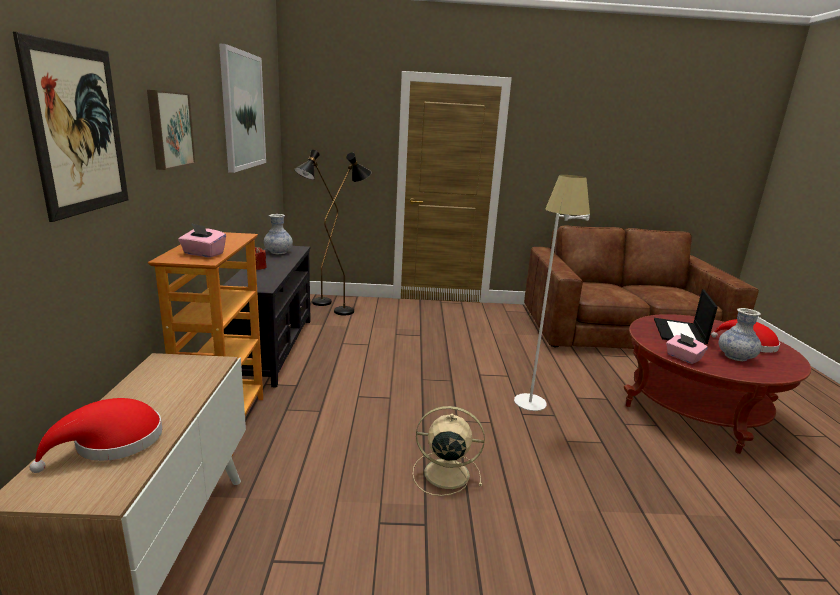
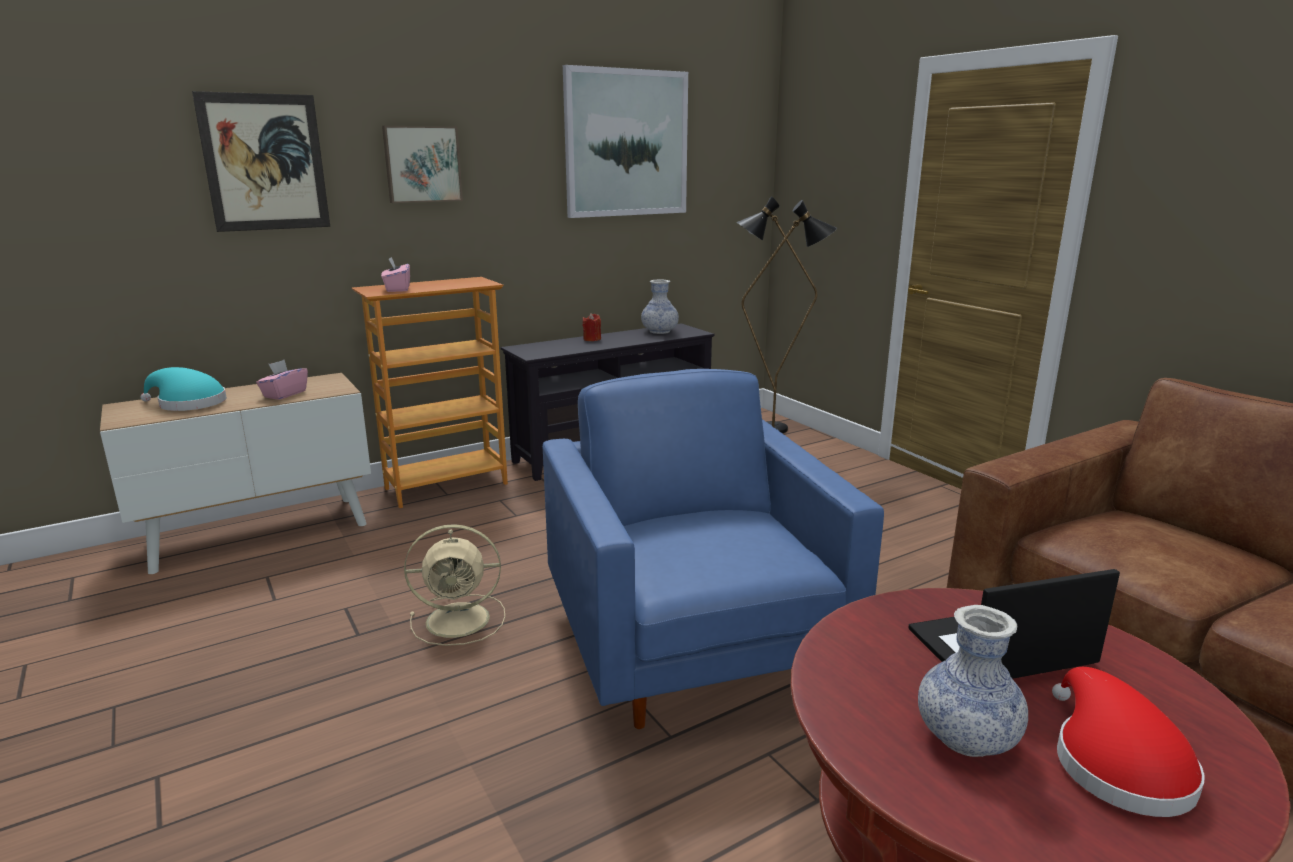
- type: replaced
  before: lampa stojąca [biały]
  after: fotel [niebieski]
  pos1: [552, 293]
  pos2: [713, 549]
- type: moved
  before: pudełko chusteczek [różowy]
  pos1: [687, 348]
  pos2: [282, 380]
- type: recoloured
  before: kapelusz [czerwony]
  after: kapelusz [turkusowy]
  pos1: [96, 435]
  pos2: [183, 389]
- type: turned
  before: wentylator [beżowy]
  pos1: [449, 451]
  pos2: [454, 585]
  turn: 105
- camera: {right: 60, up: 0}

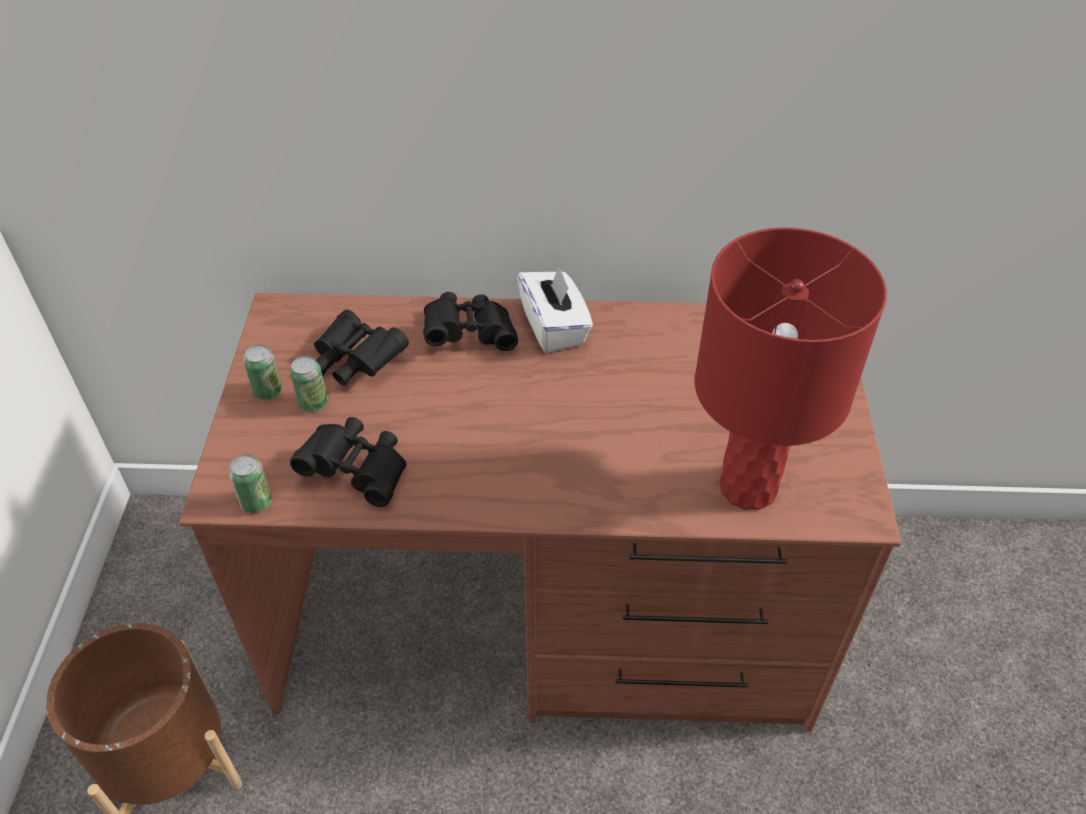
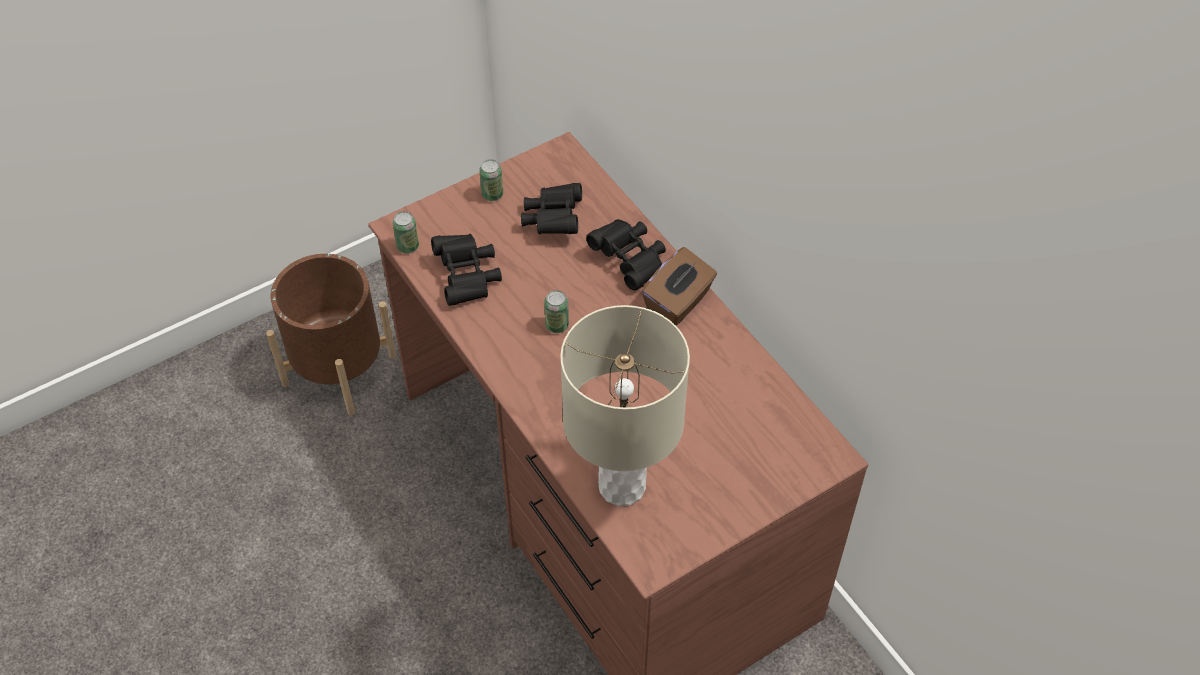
- type: recoloured
  before: lampa stołowa [czerwony]
  after: lampa stołowa [beżowy]
  pos1: [790, 368]
  pos2: [625, 405]
- type: recoloured
  before: pudełko chusteczek [biały]
  after: pudełko chusteczek [brązowy]
  pos1: [555, 309]
  pos2: [679, 286]
- type: moved
  before: puszka
  pos1: [309, 384]
  pos2: [556, 311]
- camera: {right: 55, up: 5}

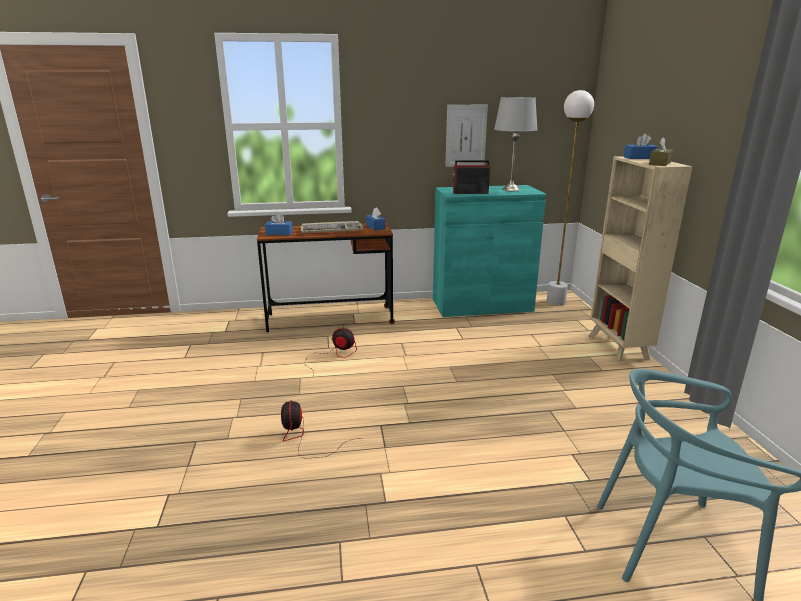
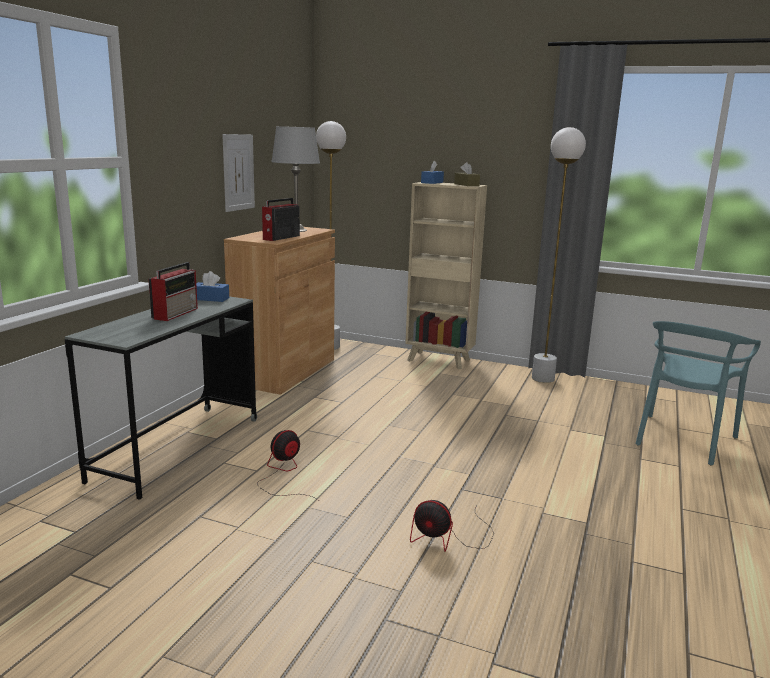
- type: recoloured
  before: szafka [turkusowy]
  after: szafka [brązowy]
  pos1: [489, 251]
  pos2: [279, 311]
- type: removed
  before: pudełko chusteczek [niebieski]
  pos1: [279, 224]
- type: replaced
  before: klawiatura
  after: radio
  pos1: [332, 227]
  pos2: [173, 291]
- type: recoloured
  before: biurko [brązowy]
  after: biurko [szary]
  pos1: [326, 277]
  pos2: [161, 398]
- type: added
  after: lampa stojąca [biały]
  pos2: [559, 255]
- camera: {right: -60, up: -5}

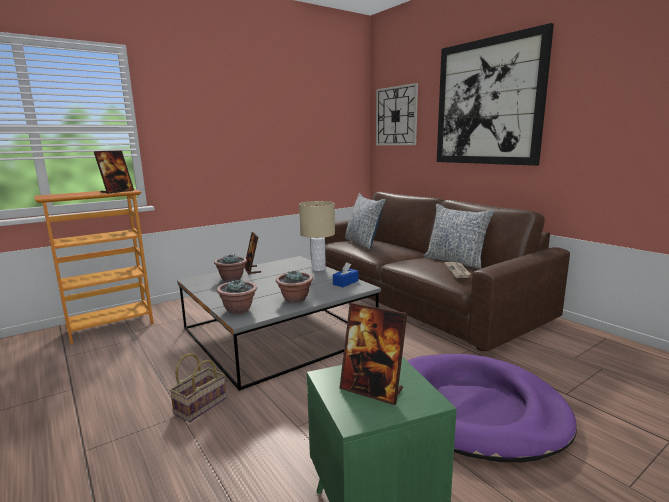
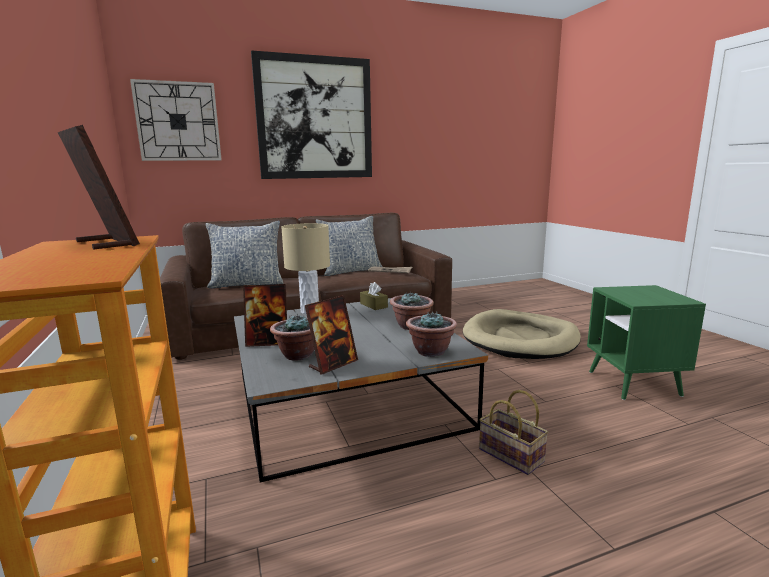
- type: recoloured
  before: pudełko chusteczek [niebieski]
  after: pudełko chusteczek [brązowy]
  pos1: [346, 274]
  pos2: [374, 296]
- type: moved
  before: ramka na zdjęcie
  pos1: [373, 354]
  pos2: [331, 335]
- type: recoloured
  before: legowisko [fioletowy]
  after: legowisko [beżowy]
  pos1: [492, 408]
  pos2: [522, 334]
- camera: {right: -75, up: 0}

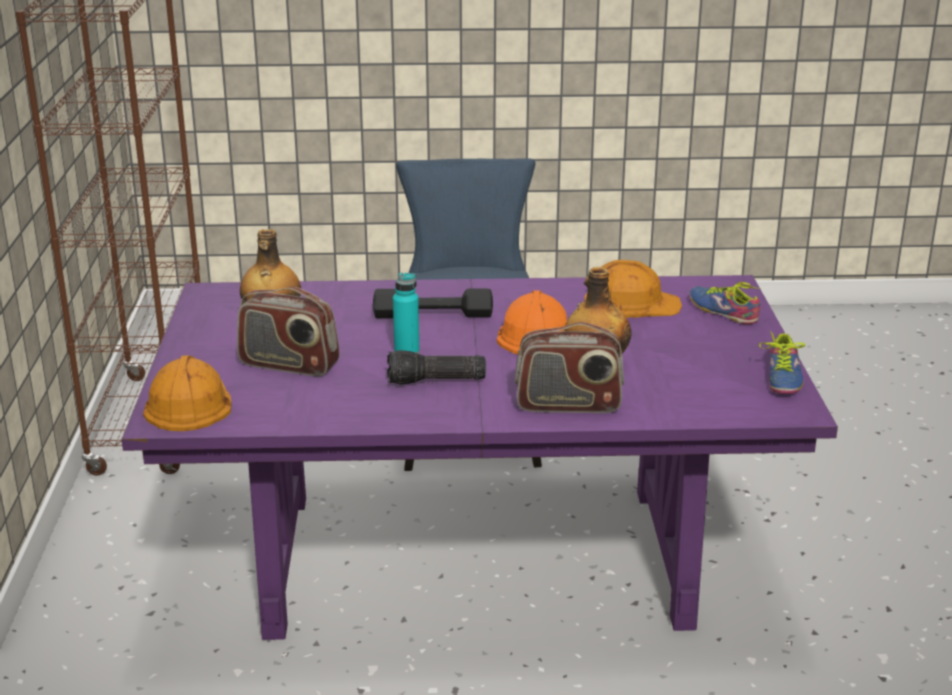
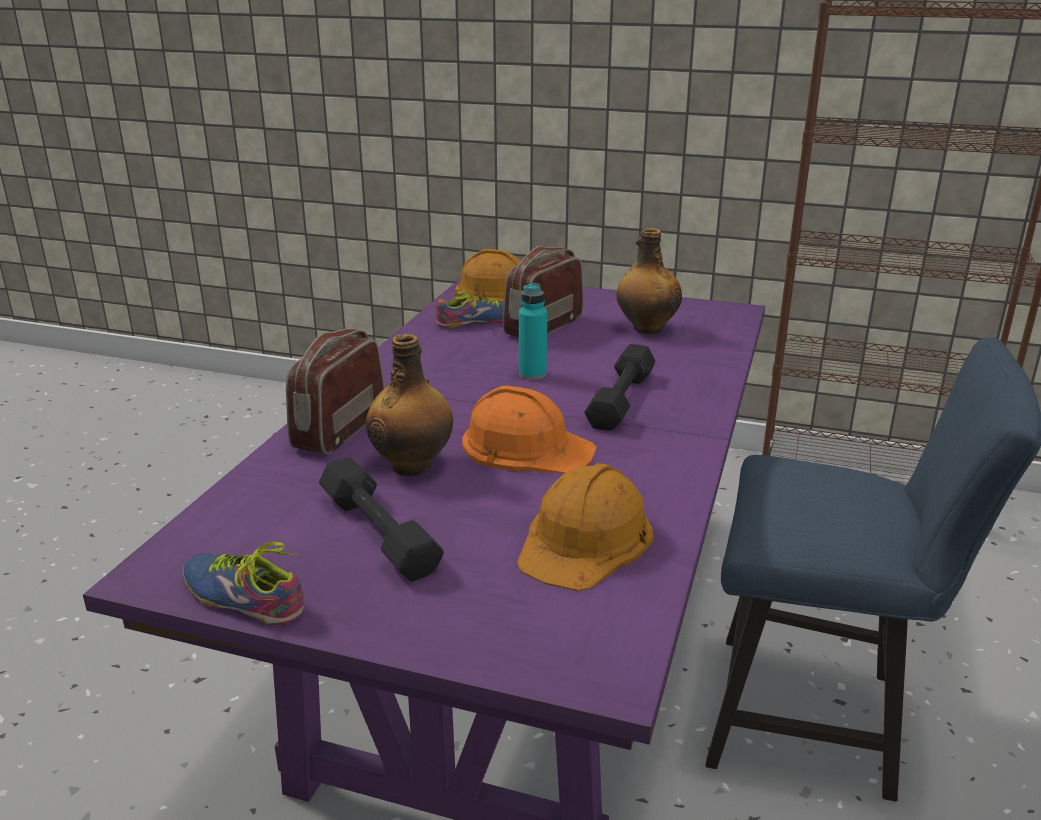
- type: moved
  before: but
  pos1: [724, 303]
  pos2: [470, 308]
- type: removed
  before: latarka
  pos1: [436, 367]
- type: added
  after: hantel [czarny]
  pos2: [381, 519]
- camera: {right: 110, up: 0}

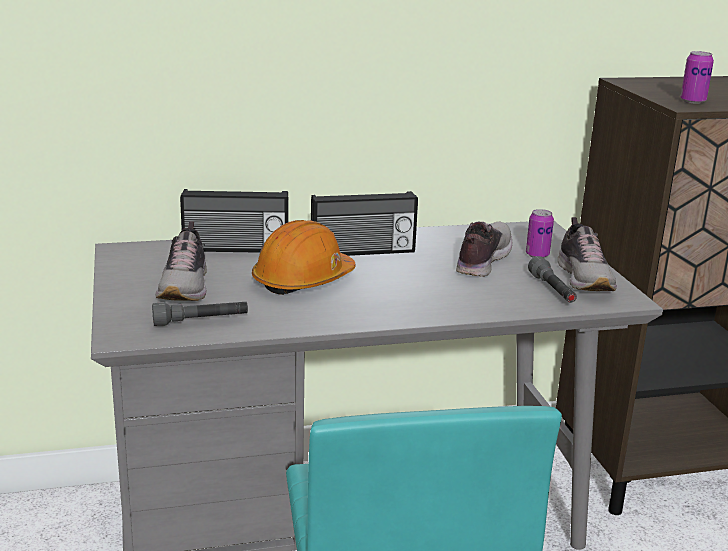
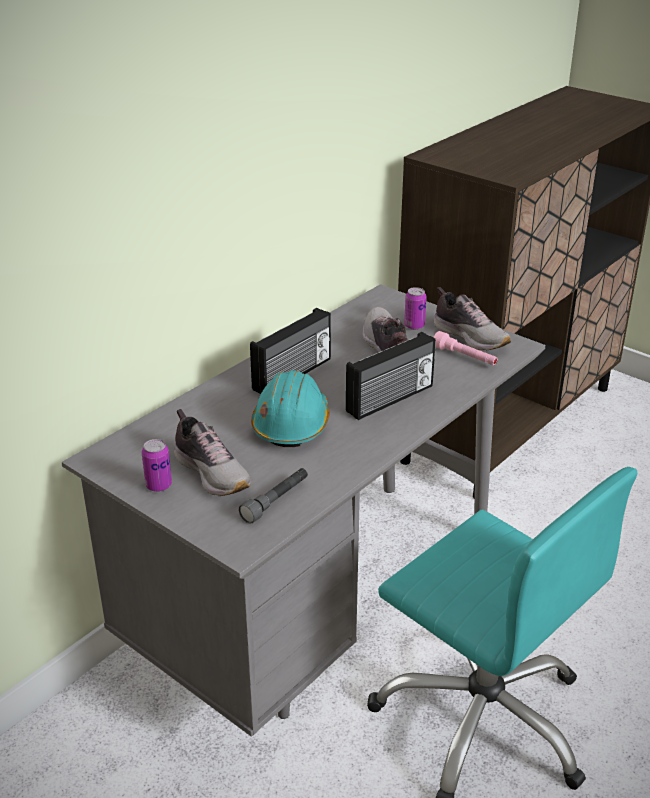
- type: moved
  before: puszka
  pos1: [697, 77]
  pos2: [157, 465]
- type: moved
  before: radio
  pos1: [234, 221]
  pos2: [391, 376]
- type: recoloured
  before: kask [pomarańczowy]
  after: kask [turkusowy]
  pos1: [304, 257]
  pos2: [290, 408]
- type: recoloured
  before: latarka [szary]
  after: latarka [różowy]
  pos1: [552, 279]
  pos2: [465, 348]
- camera: {right: -35, up: 10}

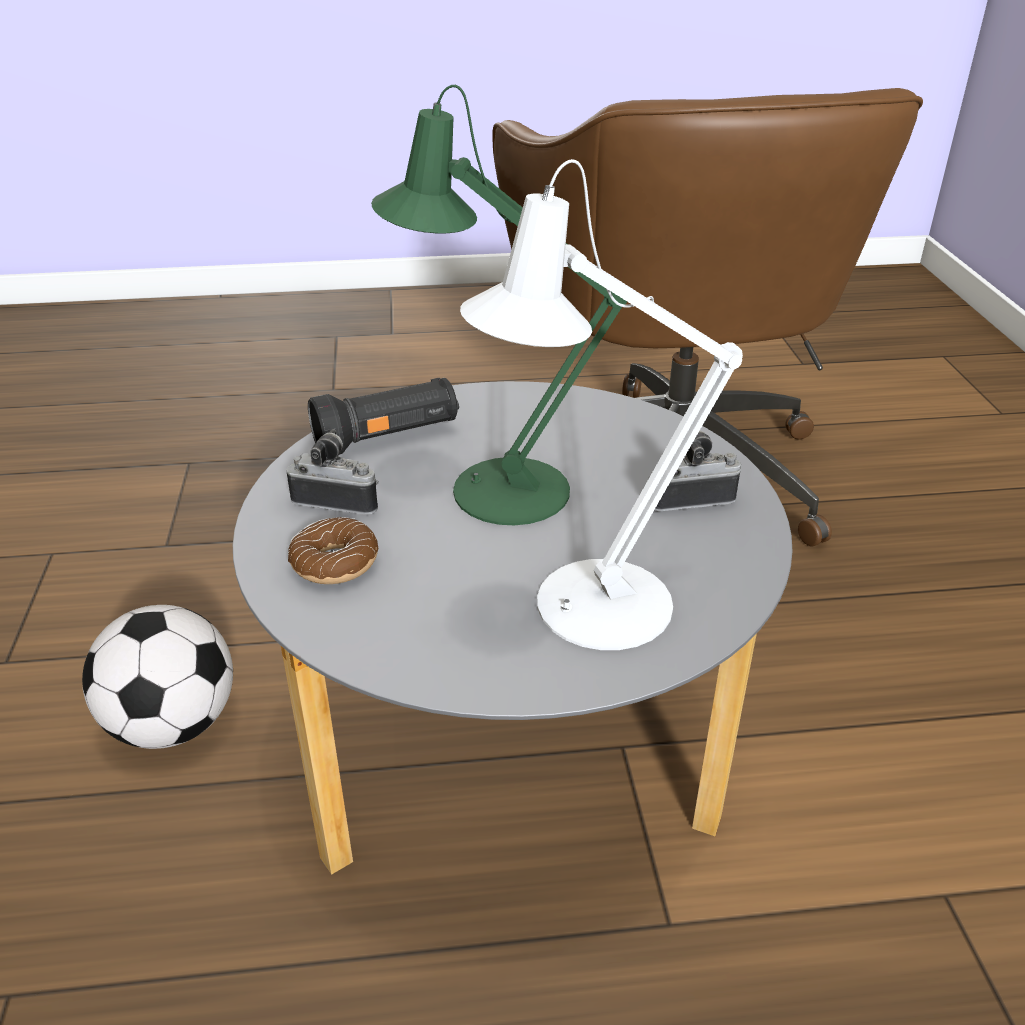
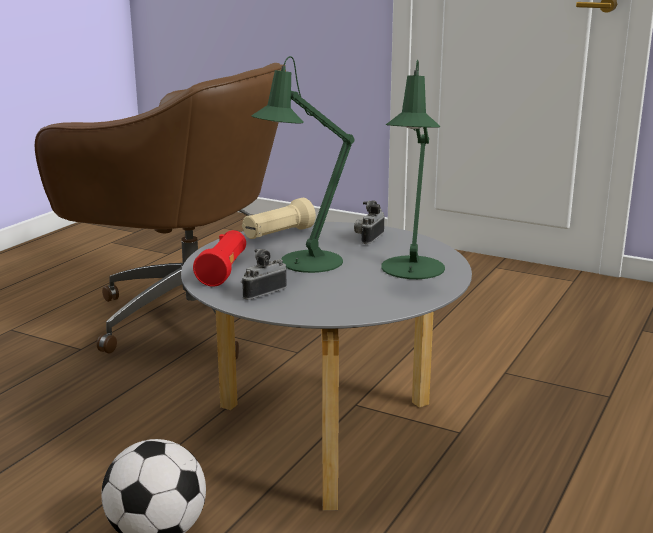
- type: recoloured
  before: lampa stołowa [biały]
  after: lampa stołowa [zielony]
  pos1: [601, 404]
  pos2: [413, 169]
- type: recoloured
  before: latarka [czarny]
  after: latarka [czerwony]
  pos1: [383, 416]
  pos2: [219, 258]
- type: removed
  before: donut
  pos1: [333, 550]
- type: added
  after: latarka [beżowy]
  pos2: [279, 218]
- camera: {right: -55, up: -15}

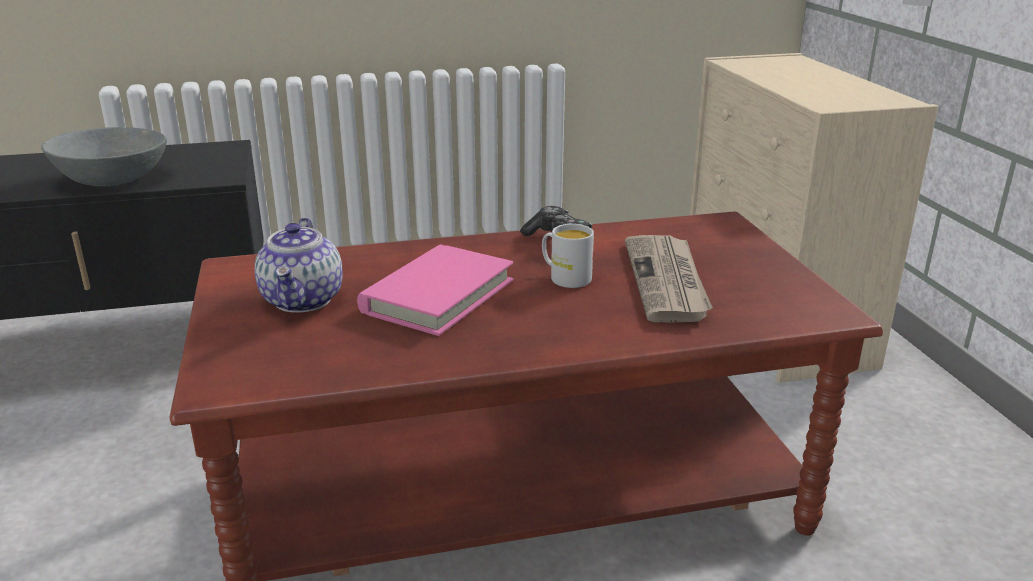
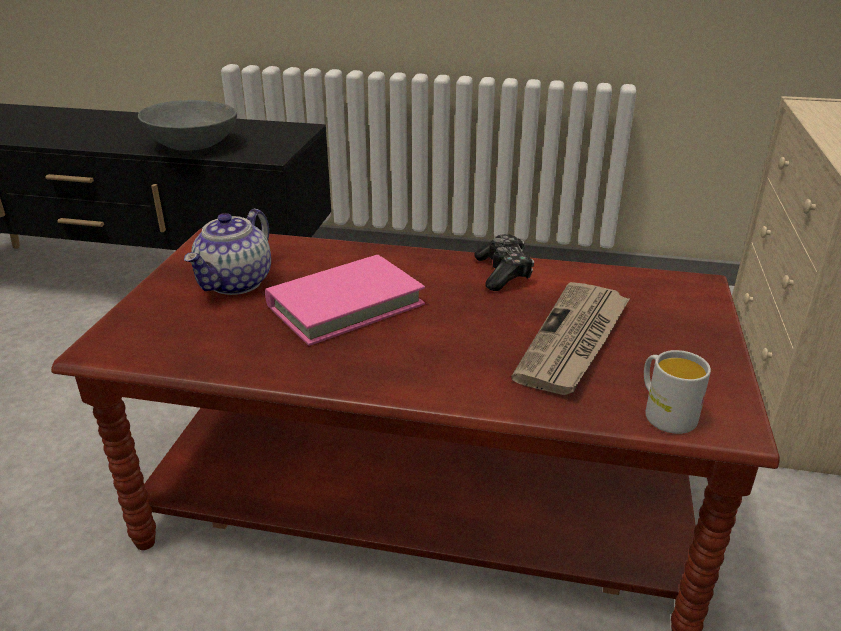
- type: moved
  before: kubek [biały]
  pos1: [568, 256]
  pos2: [677, 392]
- camera: {right: 25, up: 5}

